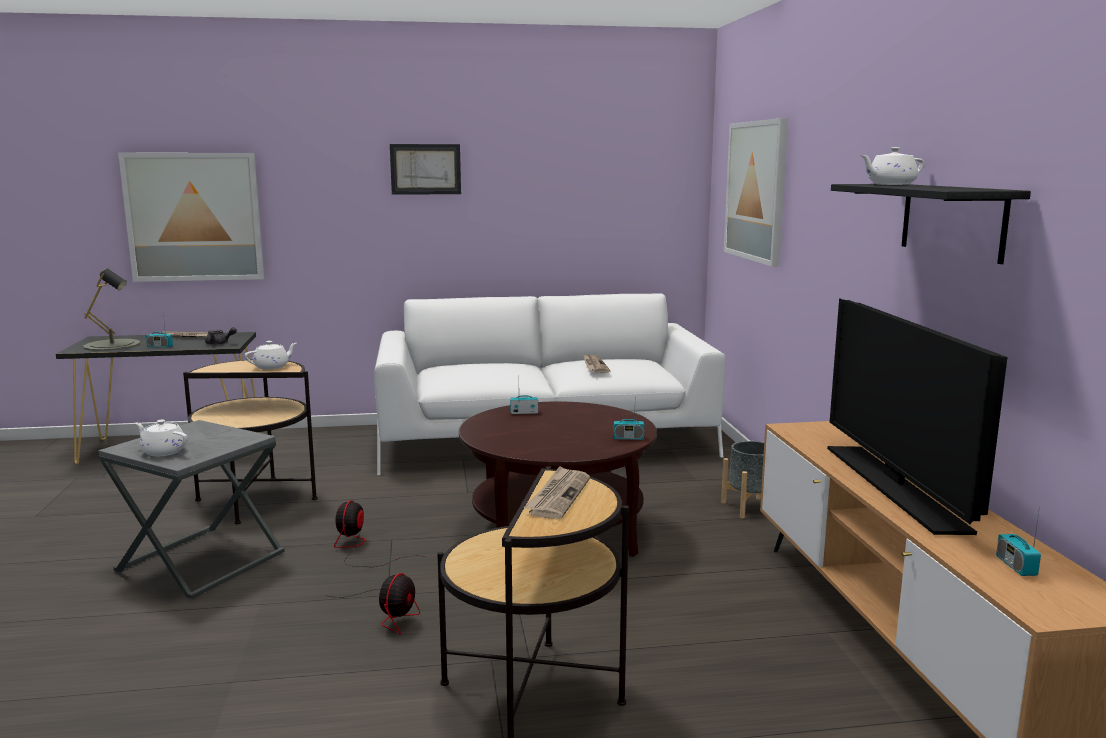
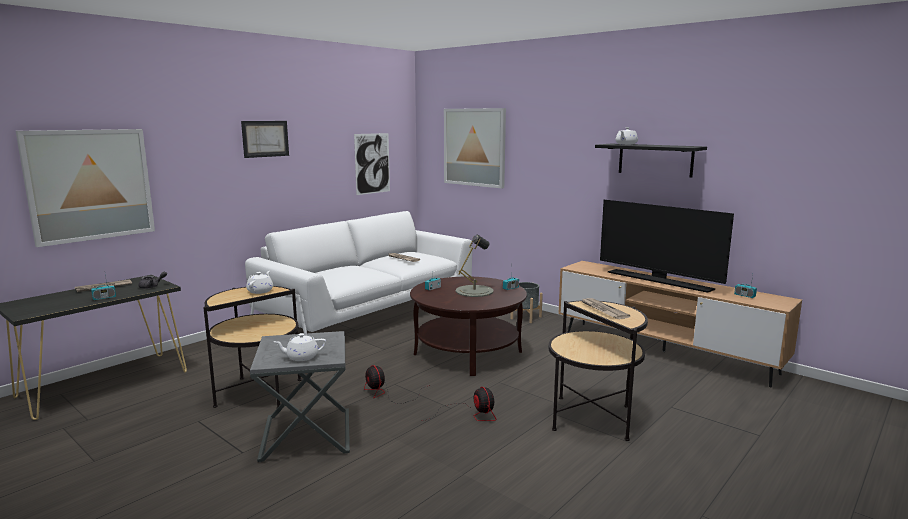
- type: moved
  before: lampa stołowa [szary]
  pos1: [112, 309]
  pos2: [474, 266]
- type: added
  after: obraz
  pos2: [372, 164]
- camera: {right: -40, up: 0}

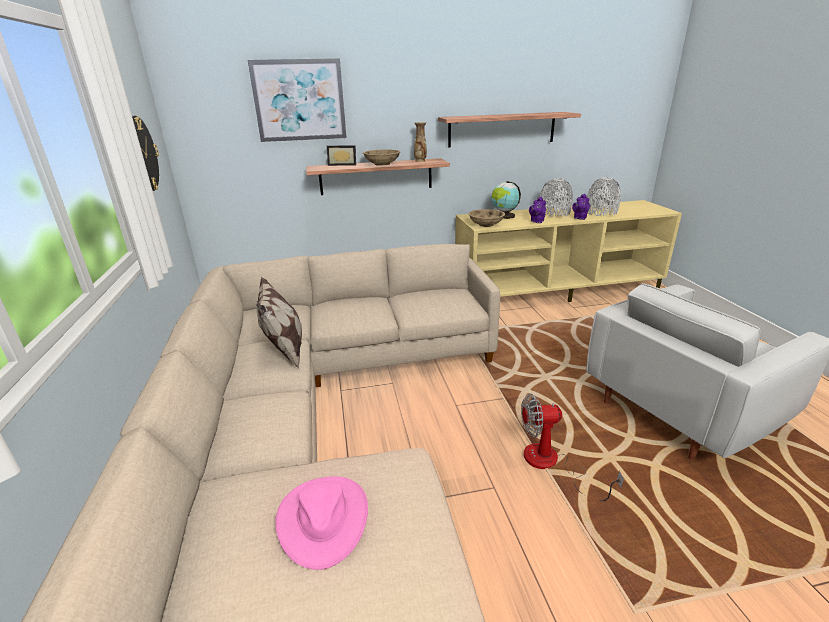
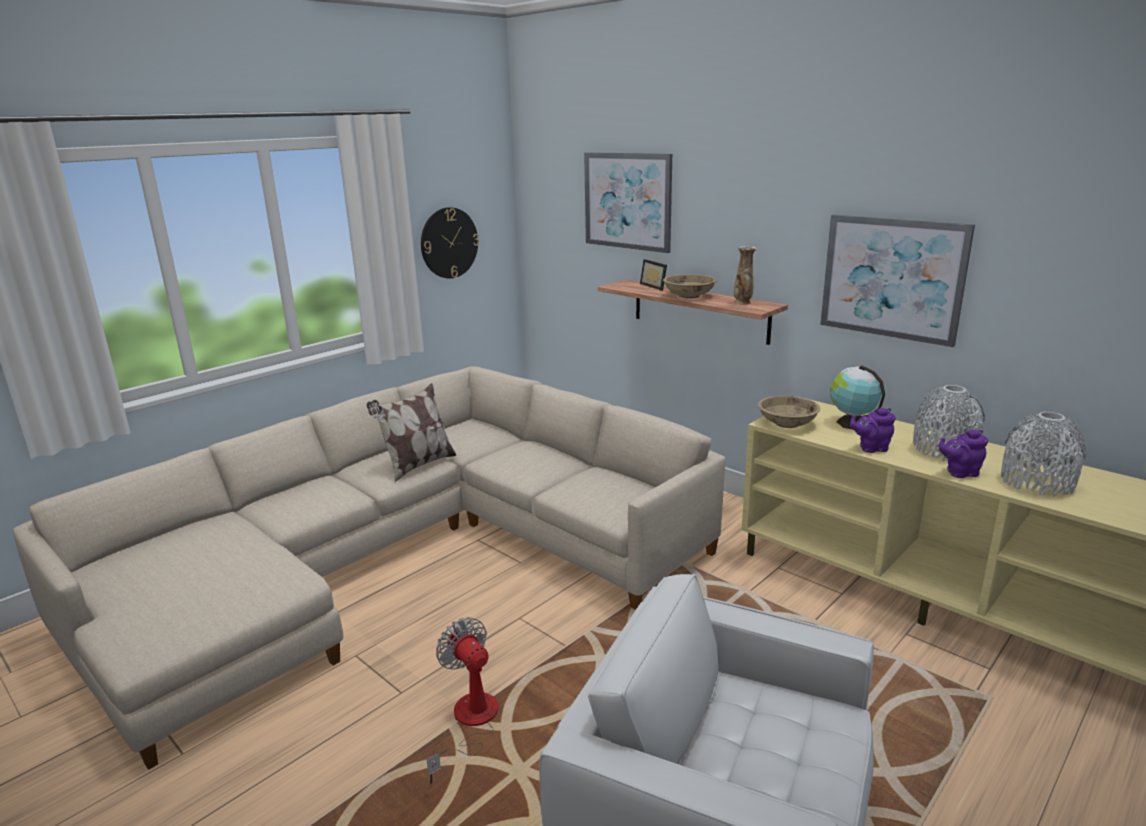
- type: replaced
  before: półka
  after: obraz
  pos1: [509, 129]
  pos2: [897, 281]
- type: removed
  before: kapelusz [różowy]
  pos1: [322, 523]
- camera: {right: 55, up: -5}

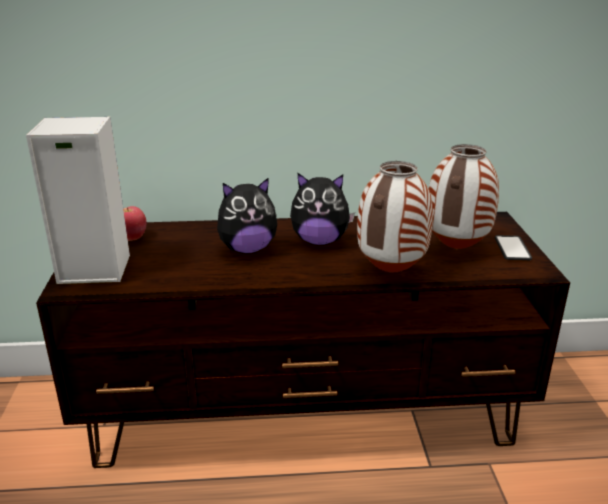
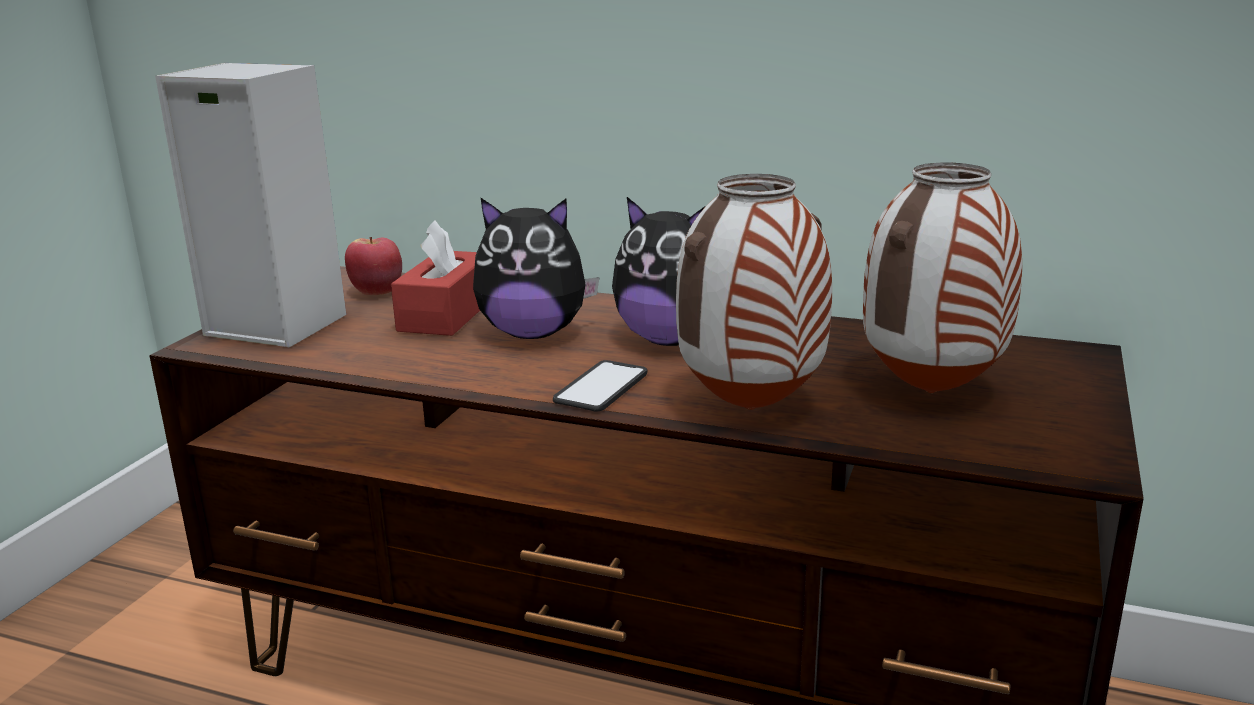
- type: moved
  before: telefon
  pos1: [513, 247]
  pos2: [600, 385]
- type: added
  after: pudełko chusteczek [czerwony]
  pos2: [435, 278]
- camera: {right: 25, up: -5}

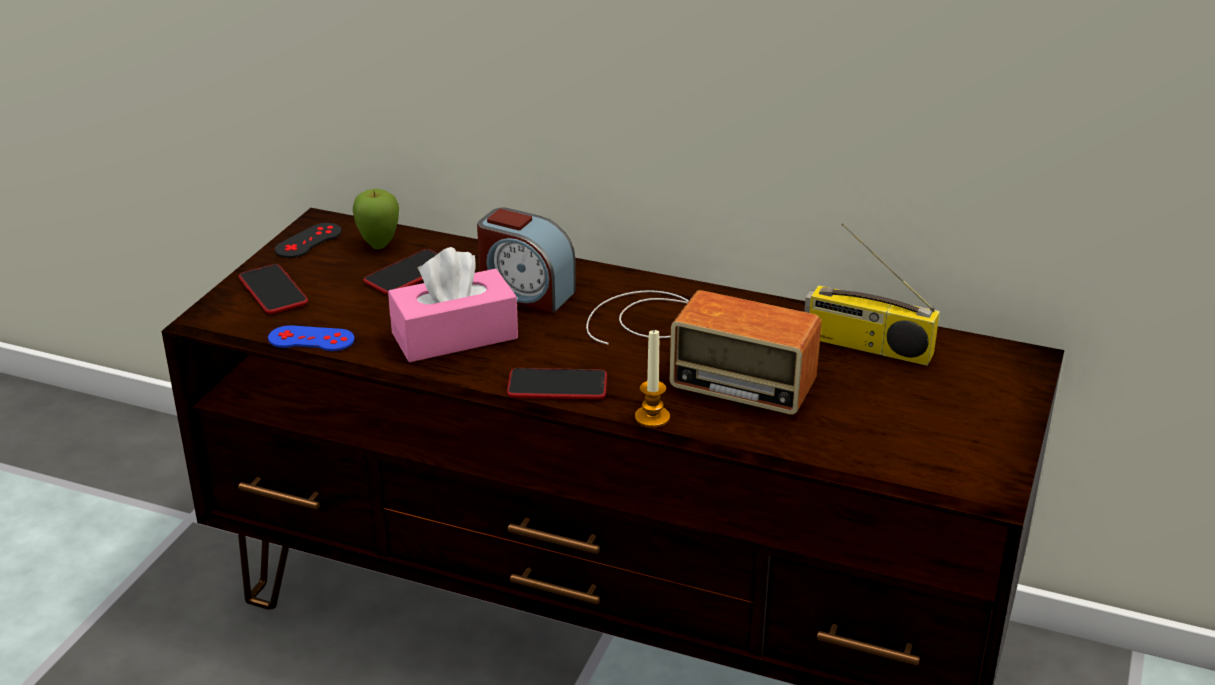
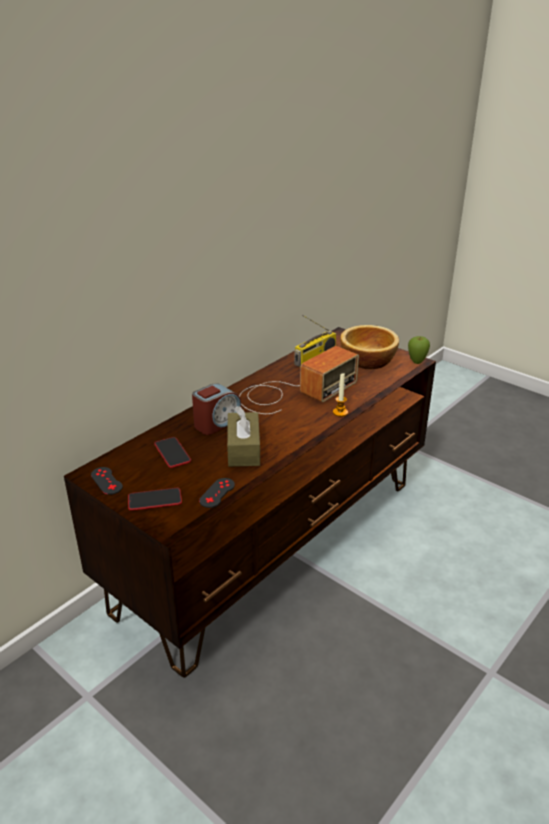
- type: moved
  before: jabłko
  pos1: [376, 219]
  pos2: [419, 350]
- type: recoloured
  before: pudełko chusteczek [różowy]
  after: pudełko chusteczek [brązowy]
  pos1: [453, 304]
  pos2: [243, 436]
- type: recoloured
  before: pad do gier [niebieski]
  after: pad do gier [czarny]
  pos1: [311, 338]
  pos2: [217, 493]
- type: removed
  before: telefon
  pos1: [557, 383]
- type: added
  after: miska
  pos2: [369, 347]
- camera: {right: -70, up: 0}

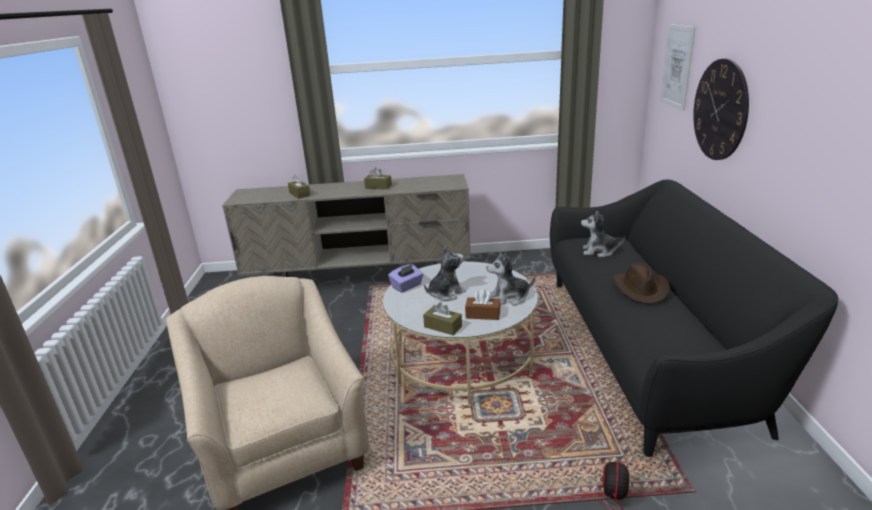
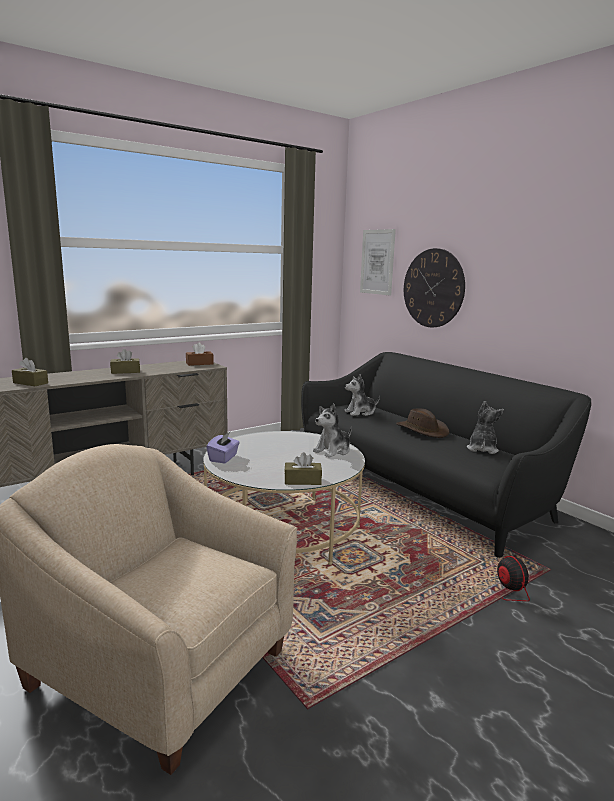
- type: moved
  before: pluszak
  pos1: [445, 273]
  pos2: [485, 427]
- type: moved
  before: pudełko chusteczek [brązowy]
  pos1: [483, 304]
  pos2: [200, 354]
- camera: {right: -35, up: -10}

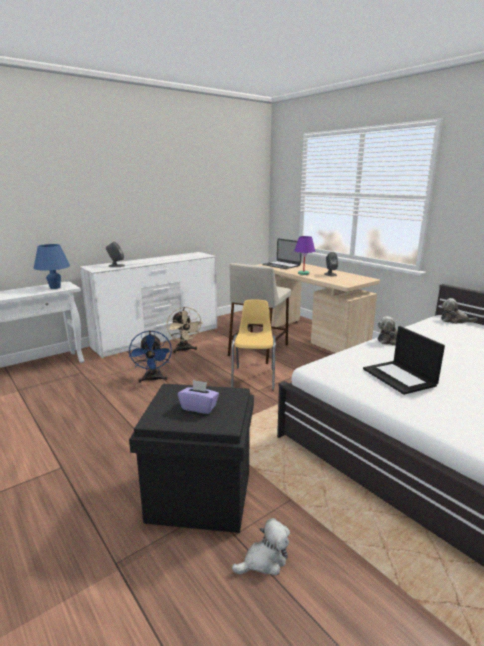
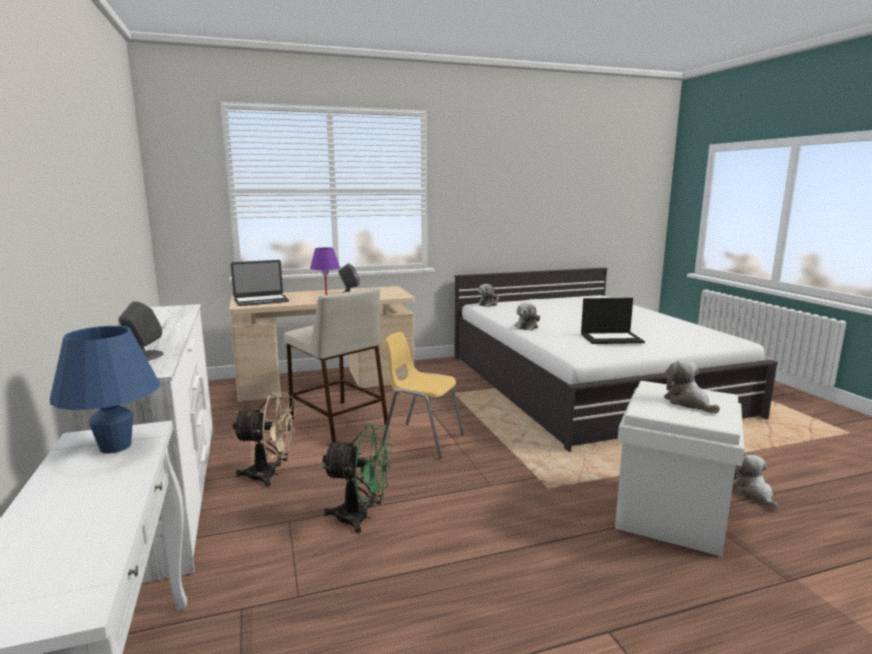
- type: recoloured
  before: wentylator [niebieski]
  after: wentylator [zielony]
  pos1: [150, 356]
  pos2: [357, 479]
- type: replaced
  before: pudełko chusteczek [fioletowy]
  after: pluszak
  pos1: [198, 397]
  pos2: [692, 387]
- type: recoloured
  before: pojemnik do przechowywania [czarny]
  after: pojemnik do przechowywania [biały]
  pos1: [191, 458]
  pos2: [679, 468]
- camera: {right: -70, up: -5}

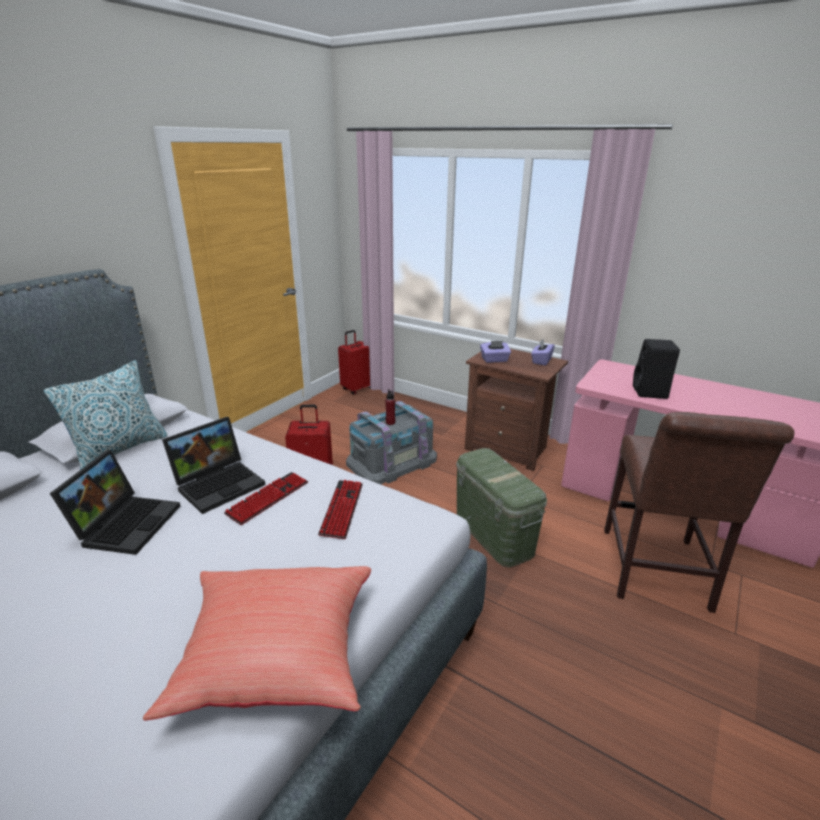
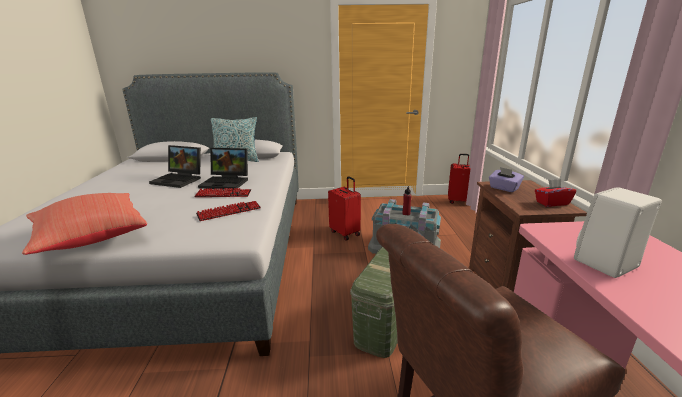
- type: recoloured
  before: pudełko chusteczek [fioletowy]
  after: pudełko chusteczek [czerwony]
  pos1: [543, 352]
  pos2: [555, 193]
- type: recoloured
  before: głośnik [czarny]
  after: głośnik [biały]
  pos1: [656, 369]
  pos2: [618, 232]
- type: turned
  before: laptop
  pos1: [115, 502]
  pos2: [175, 166]
  turn: 45
- camera: {right: 55, up: -5}

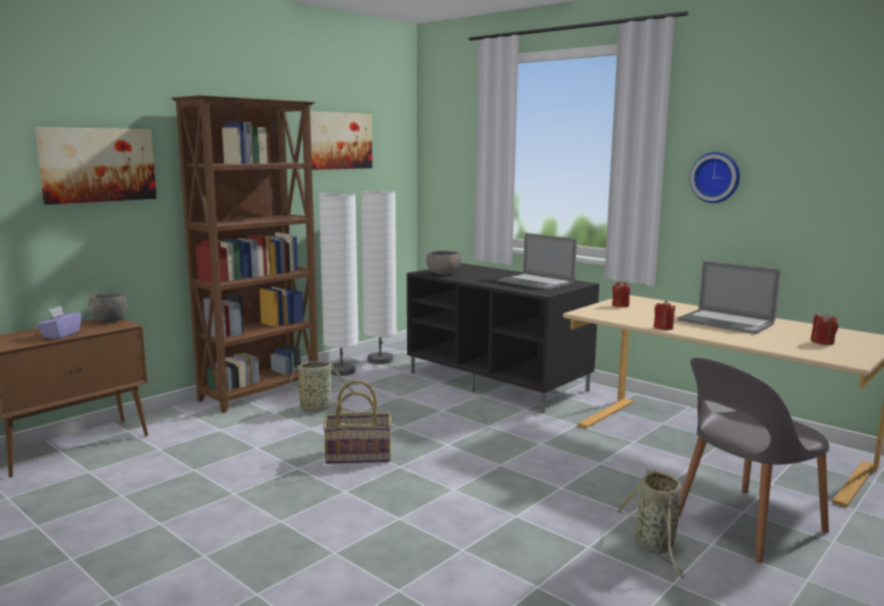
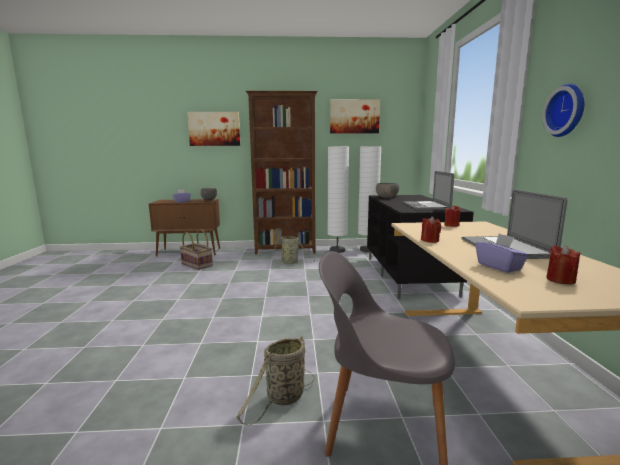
- type: moved
  before: koszyk
  pos1: [357, 422]
  pos2: [196, 249]
- type: added
  after: pudełko chusteczek [fioletowy]
  pos2: [502, 253]
- camera: {right: 45, up: 0}

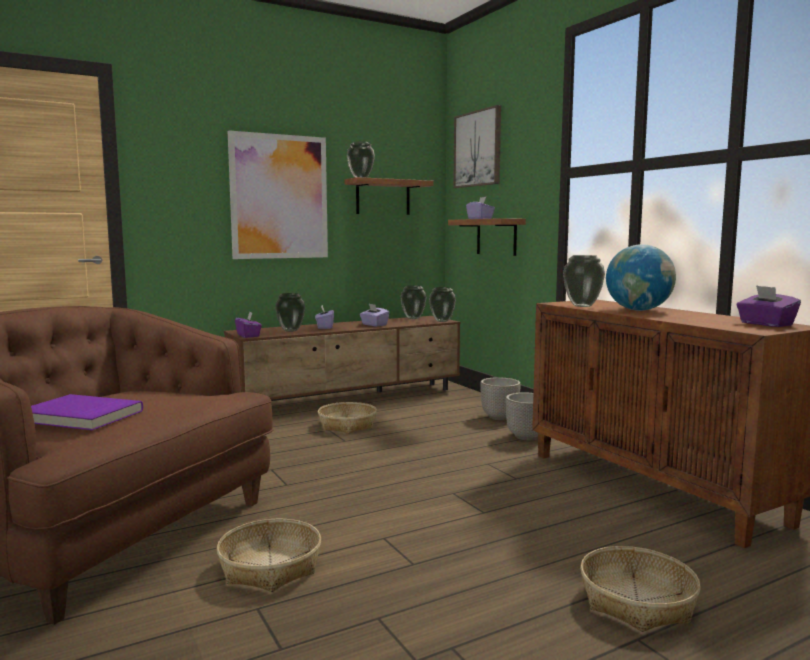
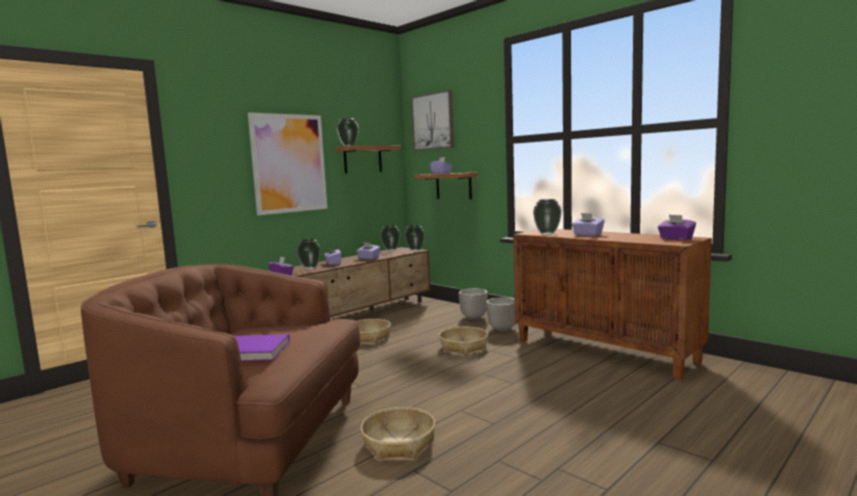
- type: replaced
  before: globus
  after: pudełko chusteczek [fioletowy]
  pos1: [641, 277]
  pos2: [588, 224]
- type: moved
  before: koszyk
  pos1: [640, 589]
  pos2: [463, 340]
- camera: {right: -15, up: 0}

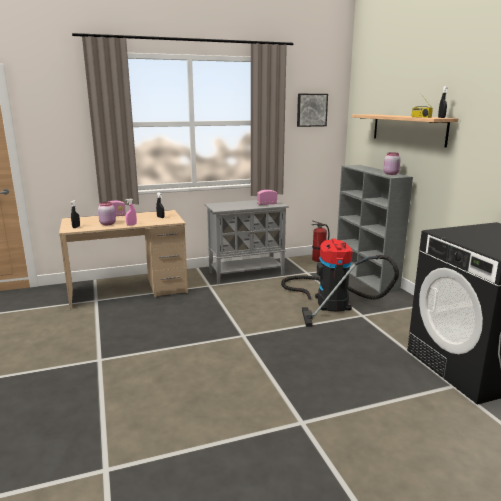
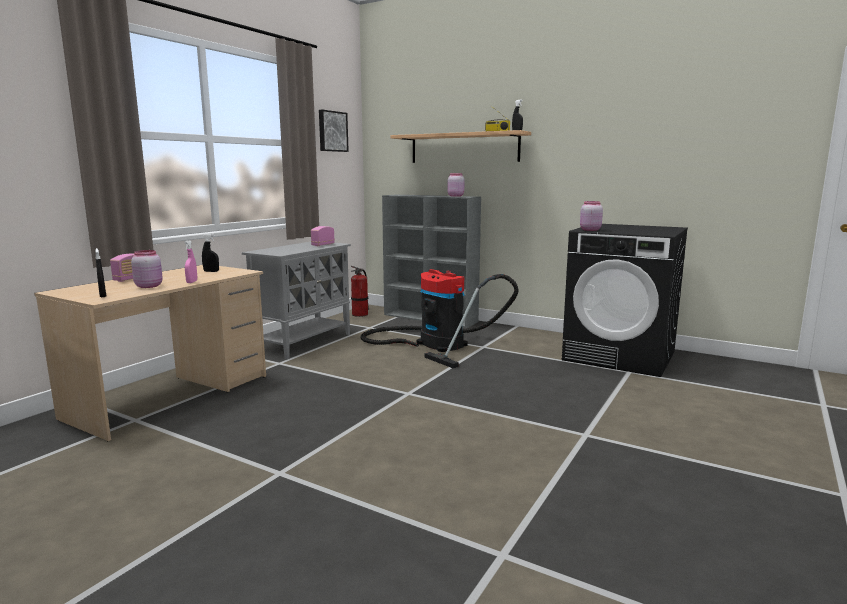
- type: added
  after: słoik [różowy]
  pos2: [591, 216]
- camera: {right: -40, up: -5}

